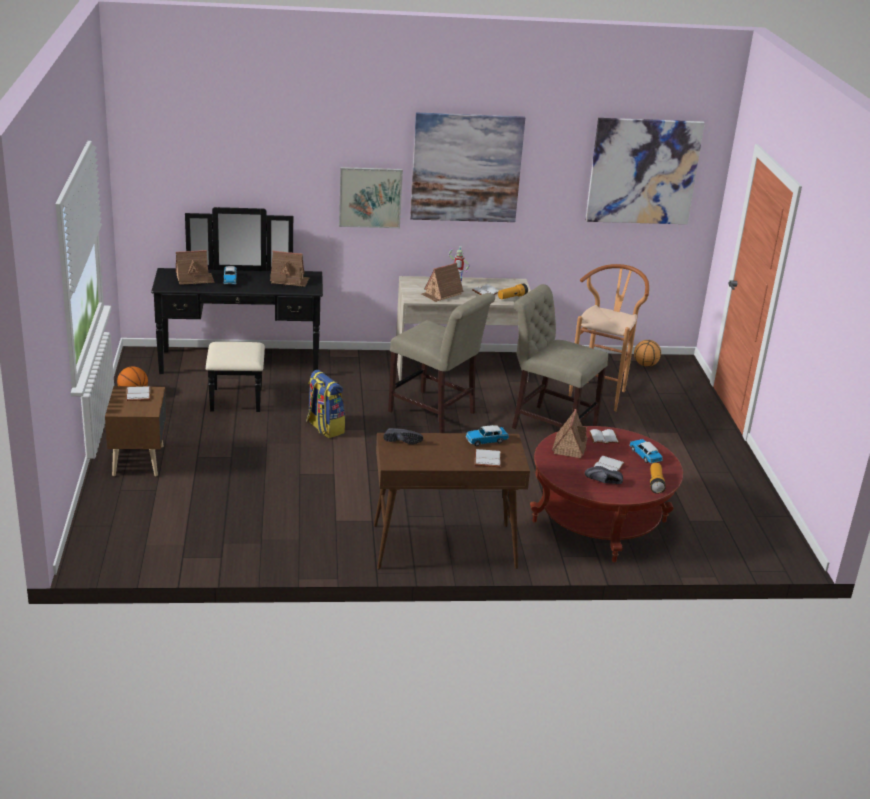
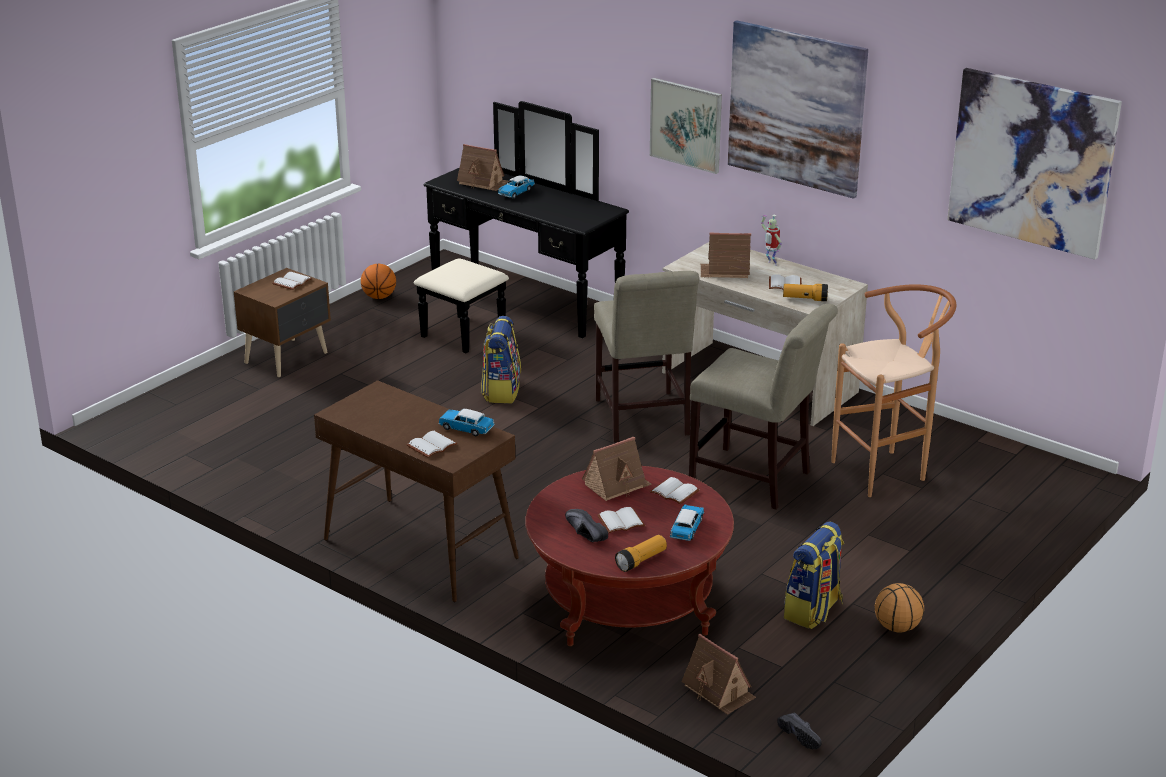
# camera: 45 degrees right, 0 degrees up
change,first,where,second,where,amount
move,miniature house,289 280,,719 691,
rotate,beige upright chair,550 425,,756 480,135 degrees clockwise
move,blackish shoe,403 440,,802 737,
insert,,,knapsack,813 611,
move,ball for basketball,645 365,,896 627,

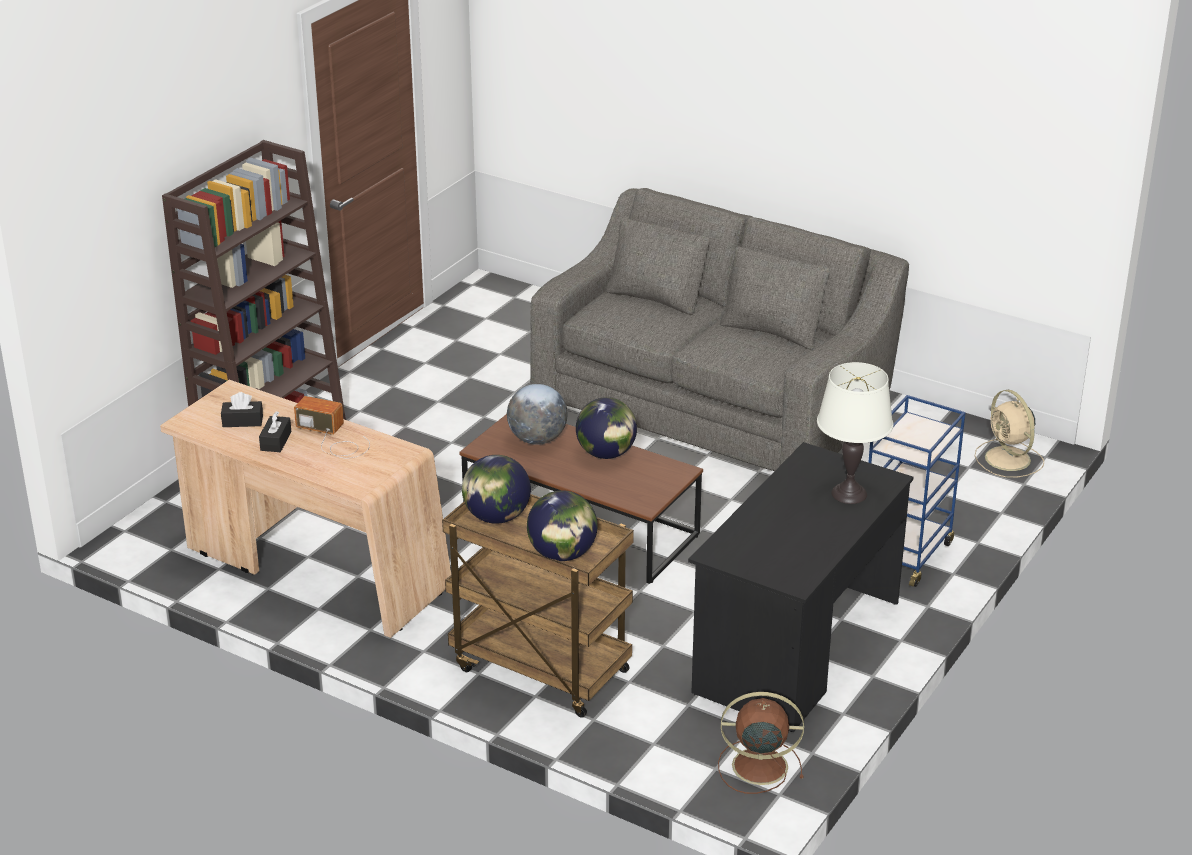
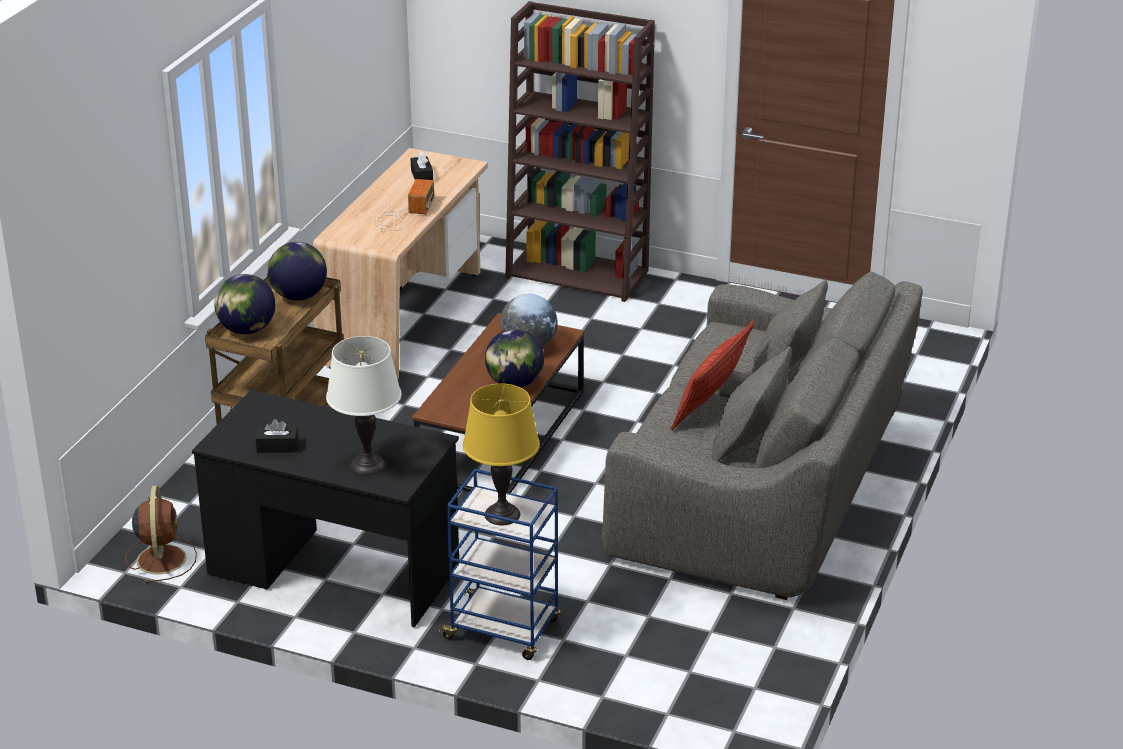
# camera: 80 degrees right, 0 degrees up
change,first,where,second,where,amount
move,blackish tissue holder,276 441,,277 446,
insert,,,yellow-coloured lamp for a table,502 515,
insert,,,cushion,710 403,
delete,beige cooling fan,1009 460,,,

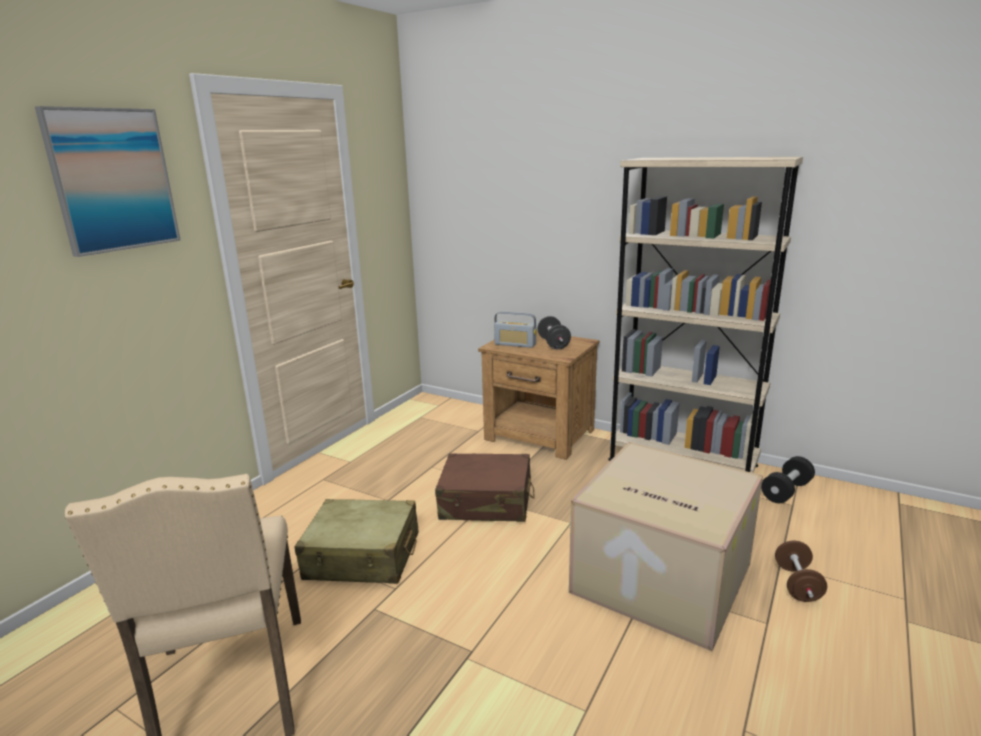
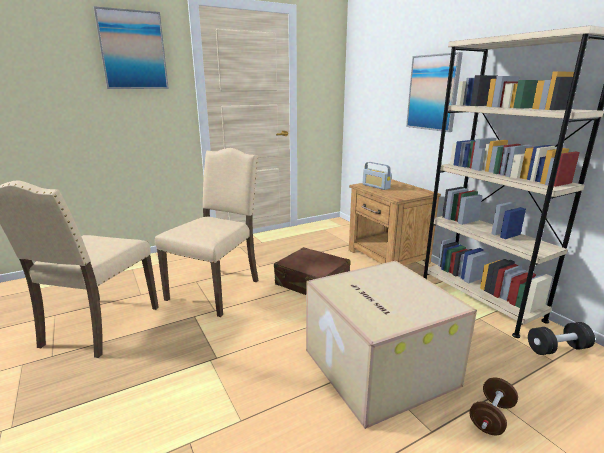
# camera: 30 degrees right, 0 degrees up
change,first,where,second,where,amount
replace,beige travel case,362 556,beige upright chair,217 289,
insert,,,wall picture,433 93,
delete,blackish dumbbell,553 344,,,

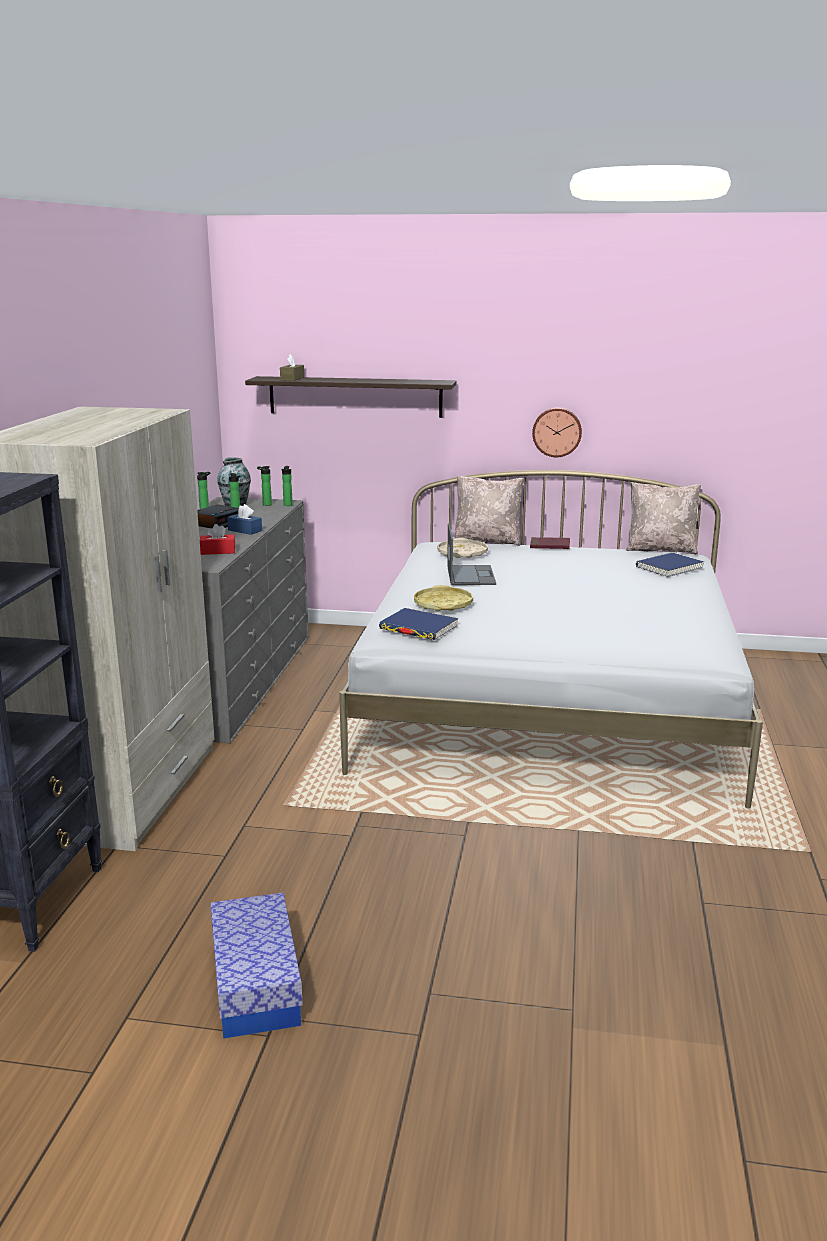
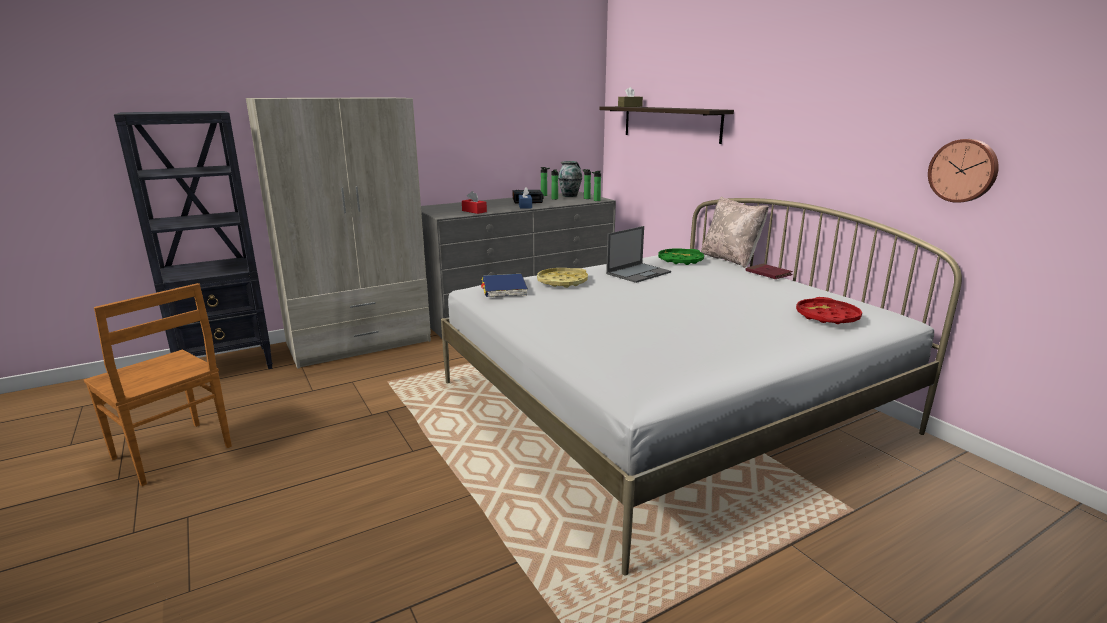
# camera: 50 degrees right, 0 degrees up
change,first,where,second,where,amount
replace,storage container,256 984,brown-coloured upright chair,173 454,
recolor,beige tray,462 553,green tray,680 260,
replace,blue-coloured bound book,669 568,red-coloured tray,827 316,
move,clock on the wall,557 432,,963 170,
delete,beige cushion,660 549,,,

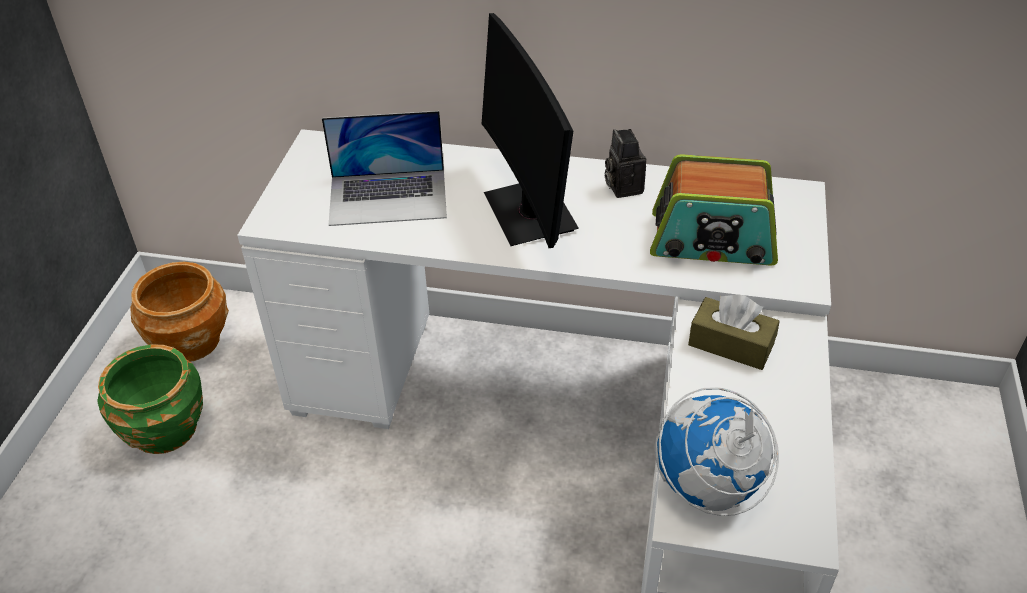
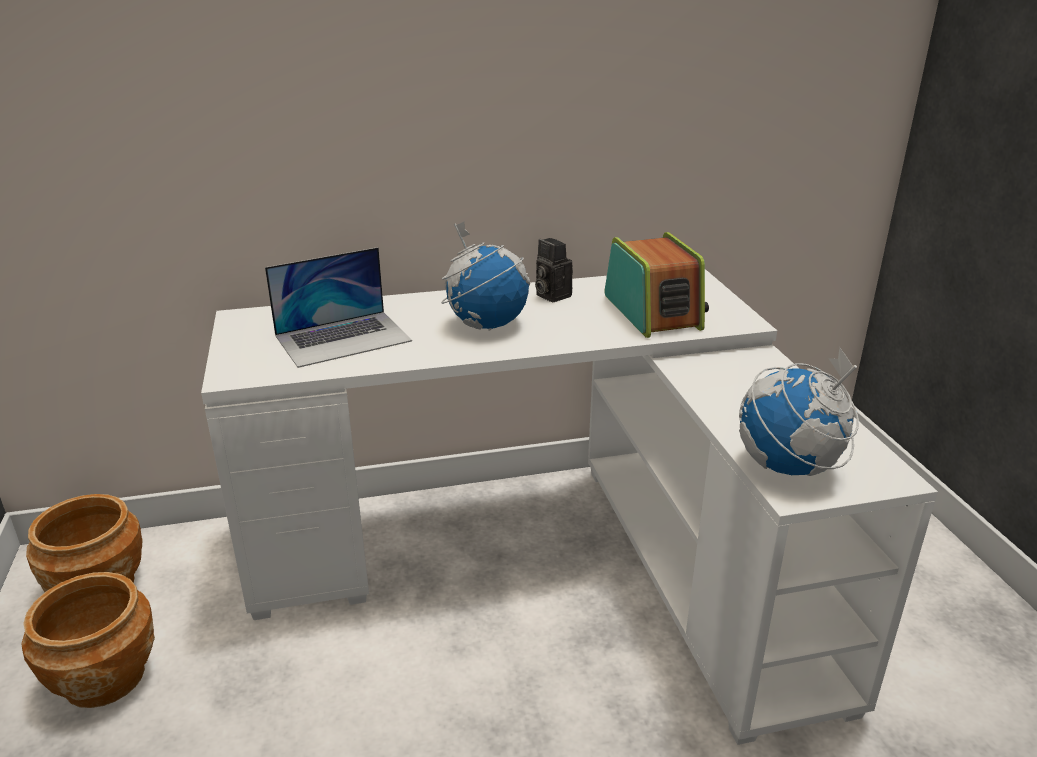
# camera: 25 degrees left, 15 degrees down
change,first,where,second,where,amount
recolor,green planter,164 428,brown-coloured planter,104 677,
replace,computer screen,530 213,world globe,486 324,
rotate,radio receiver,712 240,,653 312,90 degrees counterclockwise
delete,brown-coloured tissue holder,731 344,,,

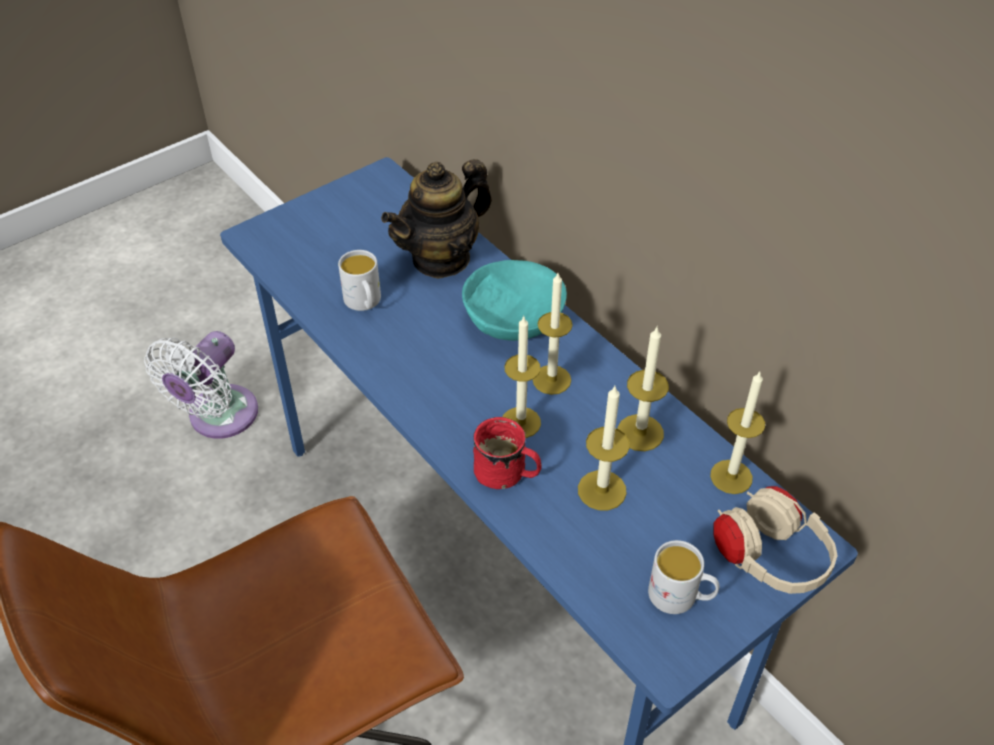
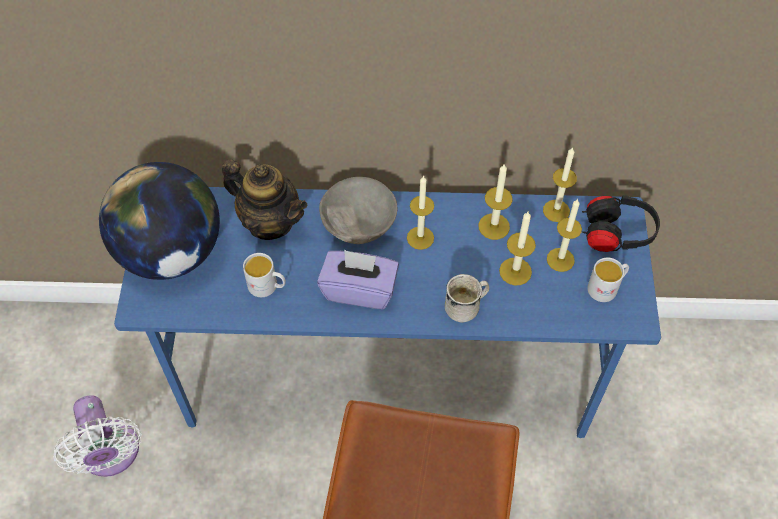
# camera: 50 degrees left, 10 degrees up
change,first,where,second,where,amount
insert,,,world globe,171 252,
rotate,teapot,441 258,,270 222,60 degrees counterclockwise
insert,,,purple-coloured tissue holder,359 289,
recolor,blue-green serving bowl,514 322,grey serving bowl,360 224,
recolor,red-coloured mug,507 475,white mug,467 306,
move,wax light,520 422,,560 259,
recolor,beige headset,769 559,blackish headset,616 235,

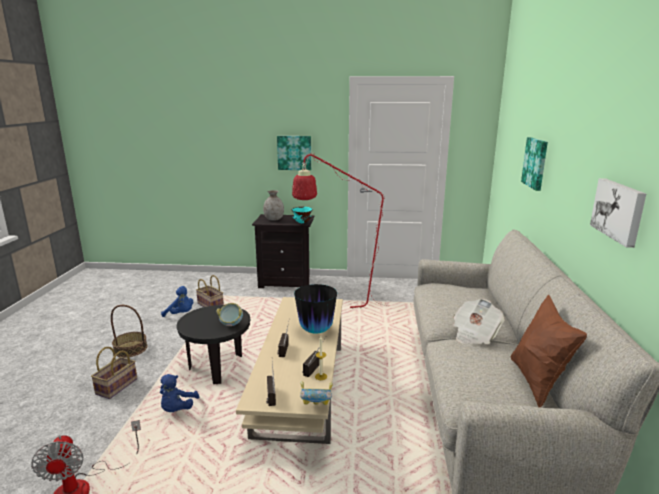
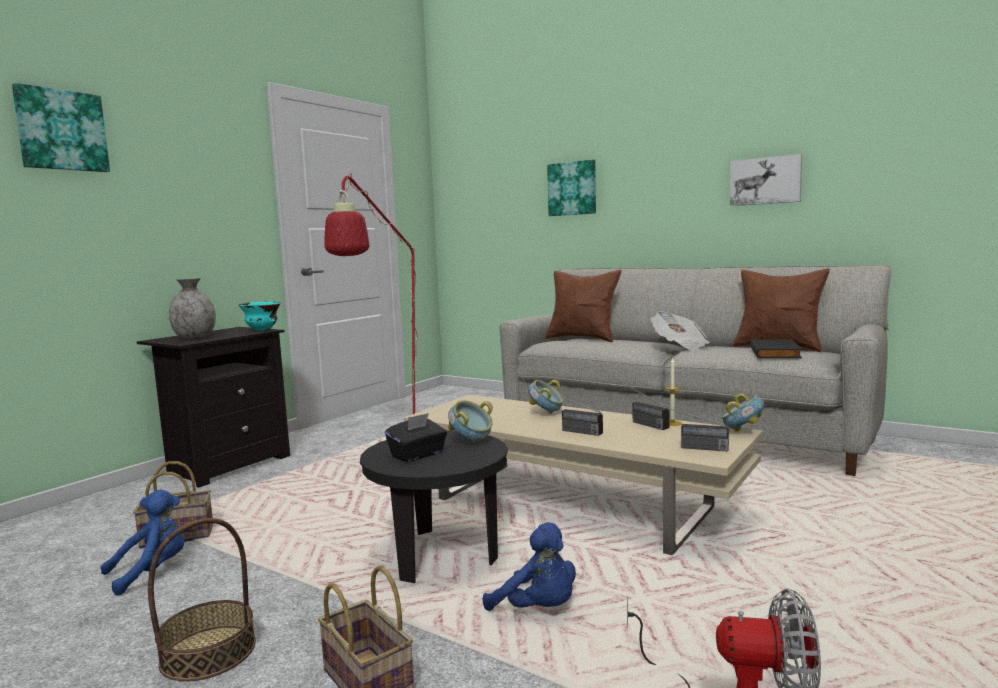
# camera: 60 degrees left, 10 degrees down
change,first,where,second,where,amount
move,wall picture,294 152,,61 130,
insert,,,blackish tissue holder,418 455,
replace,flower vase,316 331,serving bowl,546 413,
insert,,,brown-coloured cushion,583 339,
insert,,,blackish bound book,776 353,

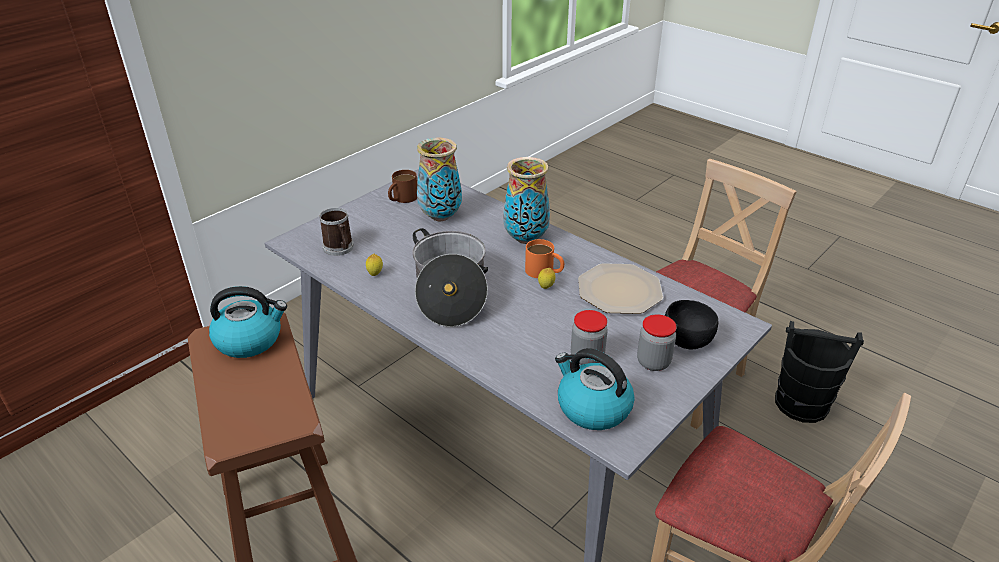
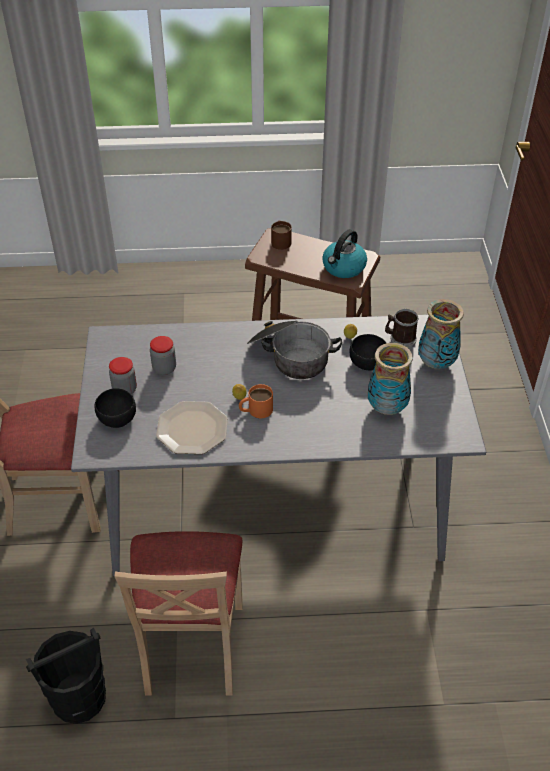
# camera: 135 degrees right, 10 degrees up
change,first,where,second,where,amount
move,brown-coloured mug,402 198,,280 240,
insert,,,blackish serving bowl,368 363,
move,flower vase,526 238,,436 364,
delete,kettle,592 407,,,

